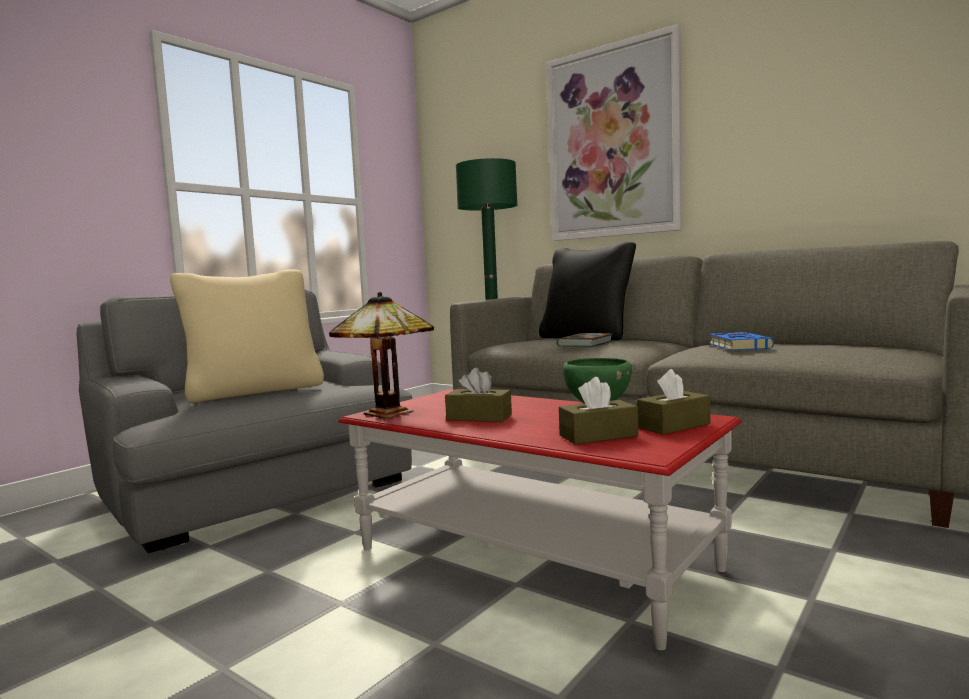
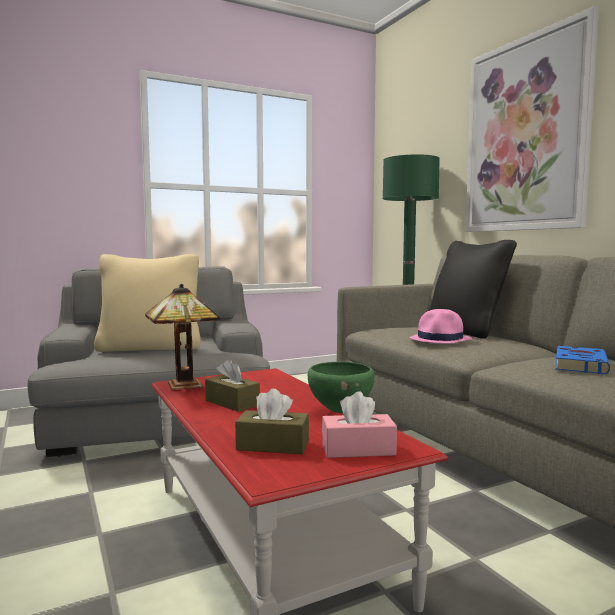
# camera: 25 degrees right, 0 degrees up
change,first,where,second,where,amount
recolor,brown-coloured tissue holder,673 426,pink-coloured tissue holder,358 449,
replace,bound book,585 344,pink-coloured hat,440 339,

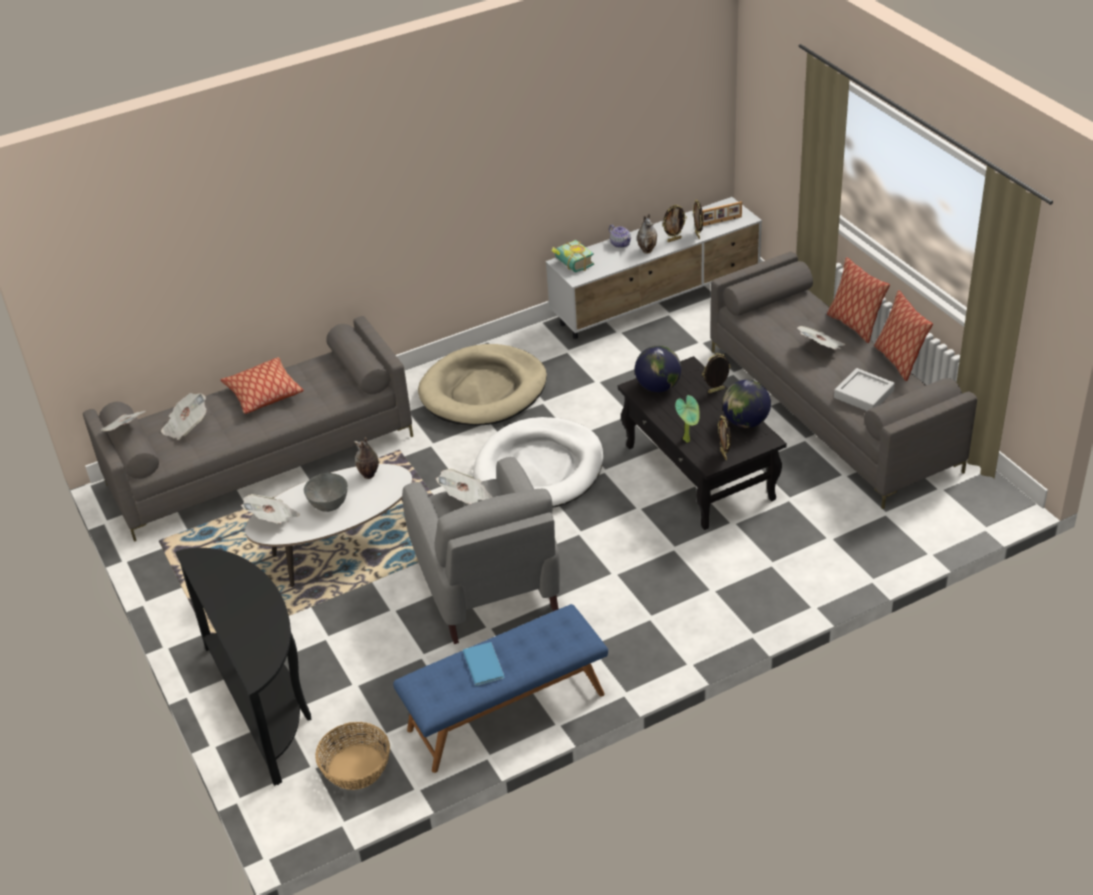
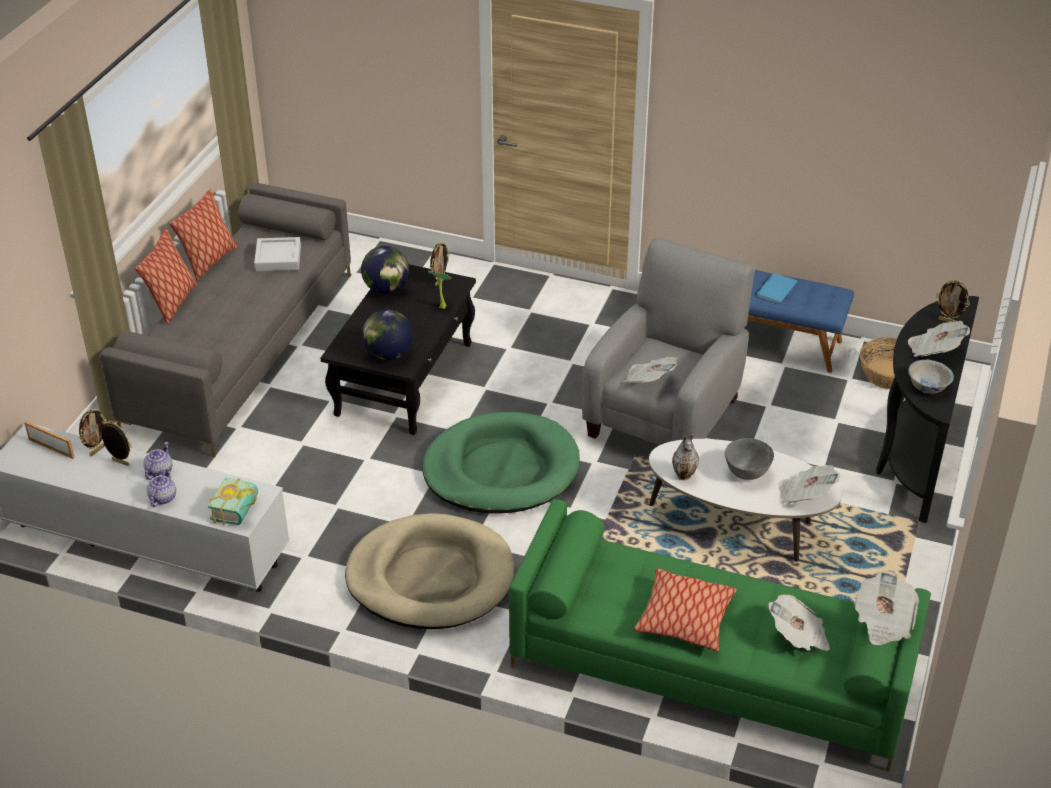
# camera: 135 degrees left, 0 degrees up
change,first,where,second,where,amount
replace,flower vase,647 250,teapot,159 471,
recolor,white dog cushion,539 469,green dog cushion,501 469,
recolor,grey couch,261 459,green couch,708 671,
move,printed paper,821 348,,934 350,
insert,,,white serving bowl,927 386,
move,standing frame,716 391,,948 321,

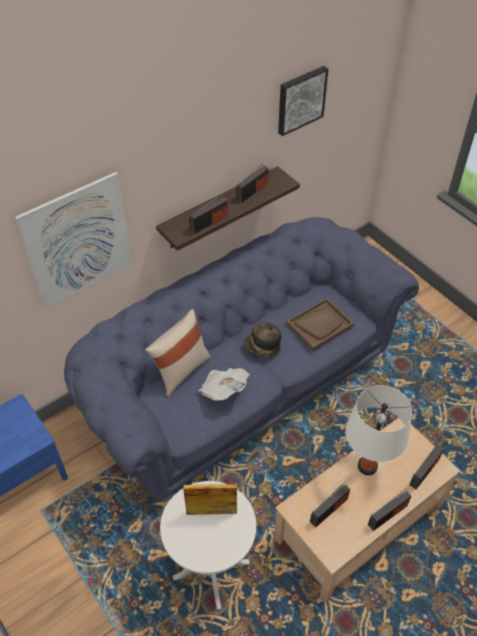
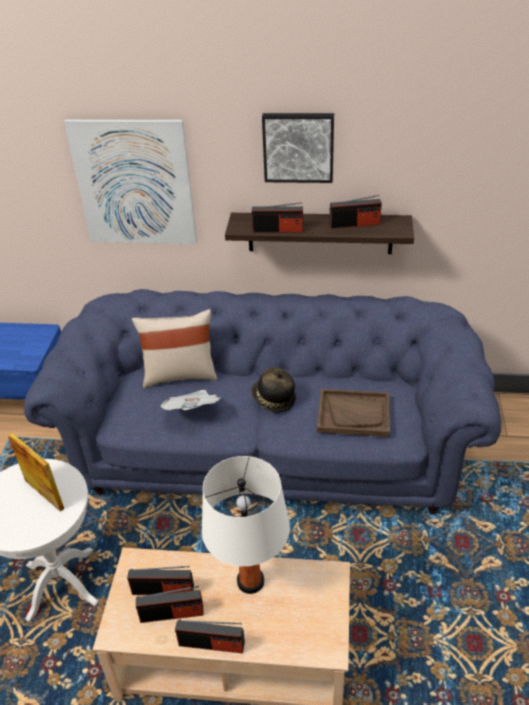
# camera: 45 degrees right, 10 degrees down
change,first,where,second,where,amount
move,radio receiver,424 472,,172 614,
move,wall picture,300 99,,298 147,

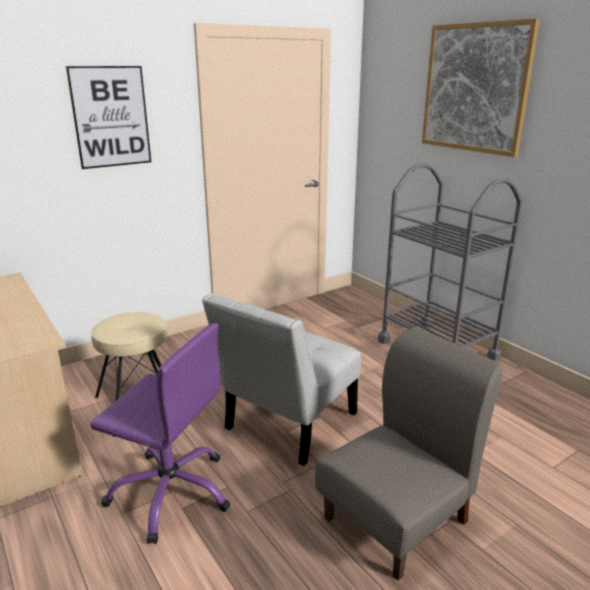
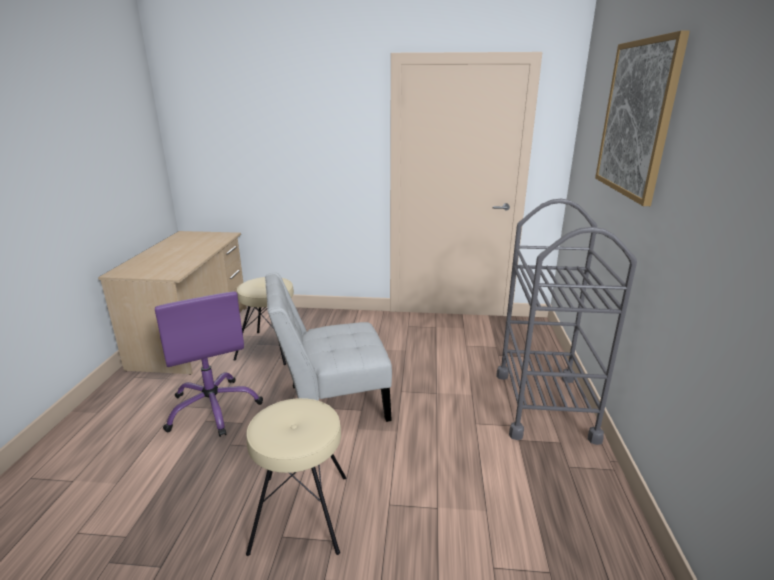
# camera: 40 degrees right, 0 degrees up
change,first,where,second,where,amount
replace,grey upright chair,397 519,beige stool seat,302 512,
delete,wall picture,111 117,,,

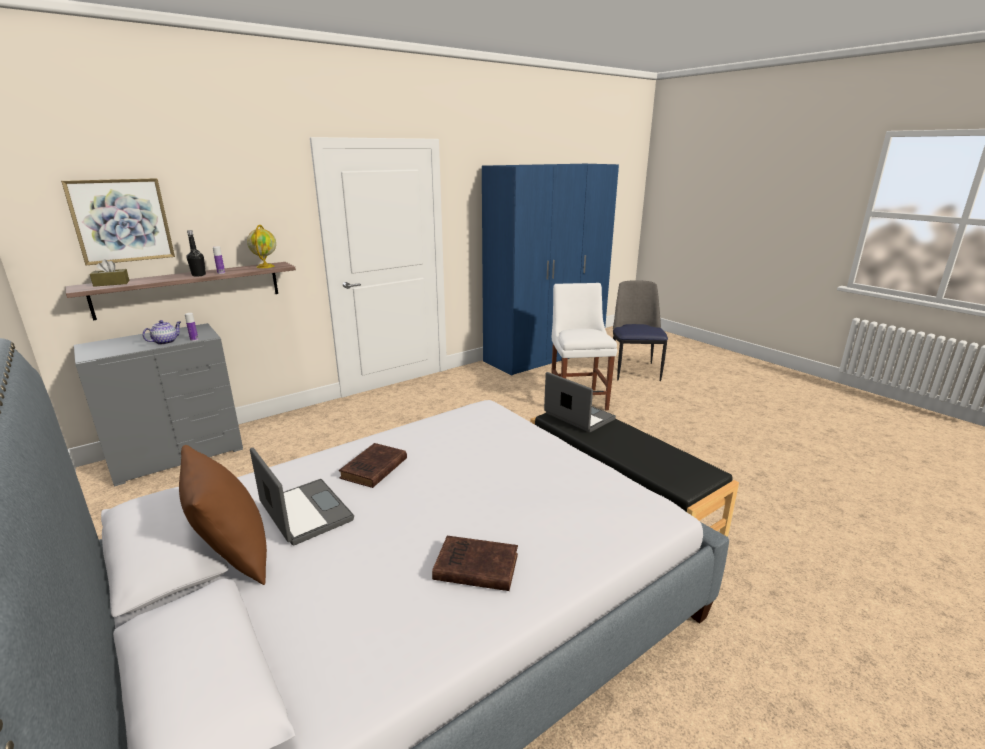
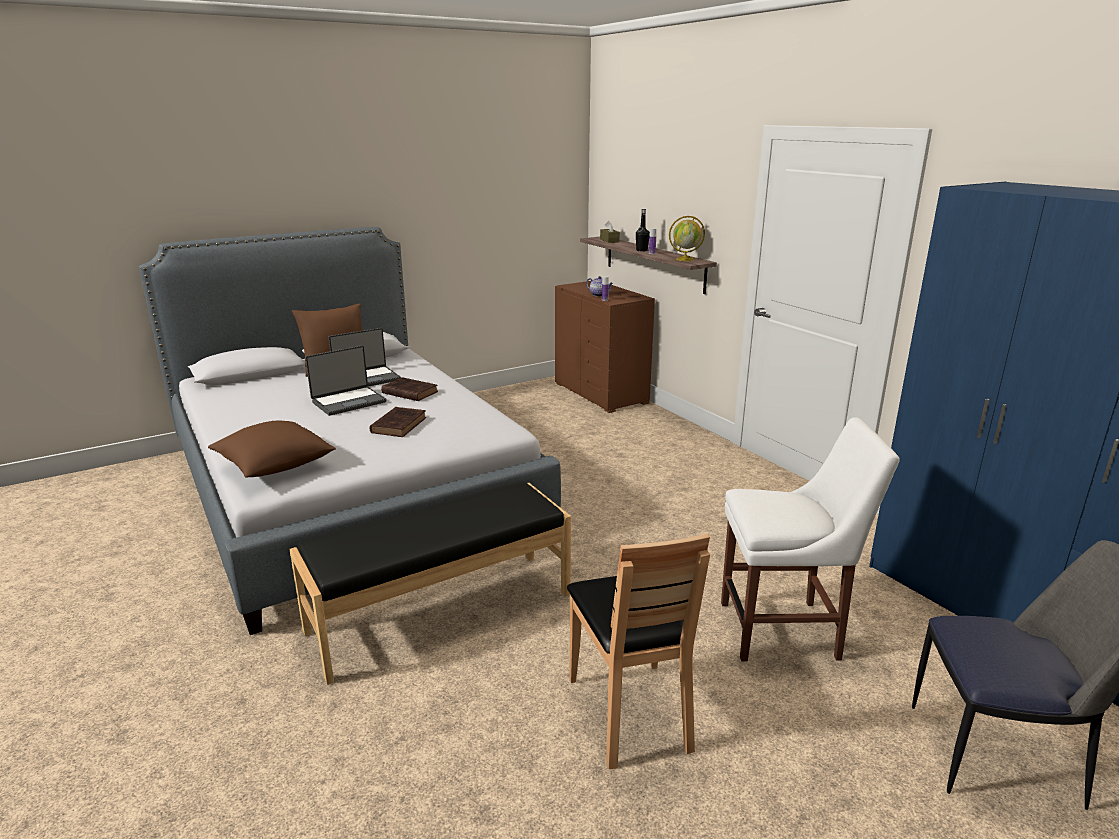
# camera: 95 degrees right, 0 degrees up
change,first,where,second,where,amount
insert,,,brown-coloured cushion,275 466,
move,portable computer,578 417,,348 402,
move,brown-coloured bound book,474 567,,399 425,
recolor,grey chest of drawers,177 454,brown-coloured chest of drawers,601 393,
insert,,,brown-coloured upright chair,630 711,
delete,wall picture,121 221,,,

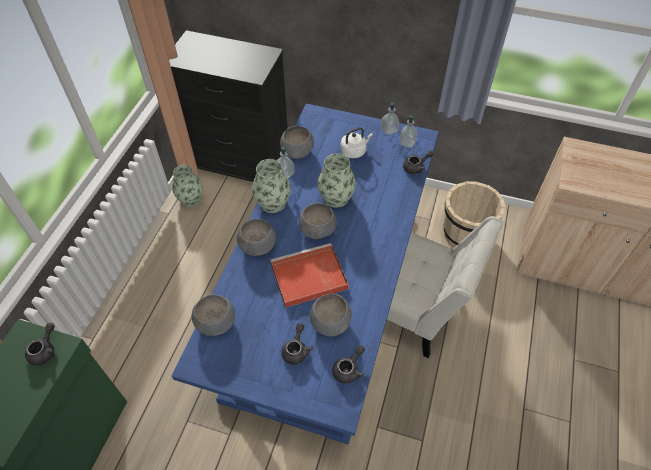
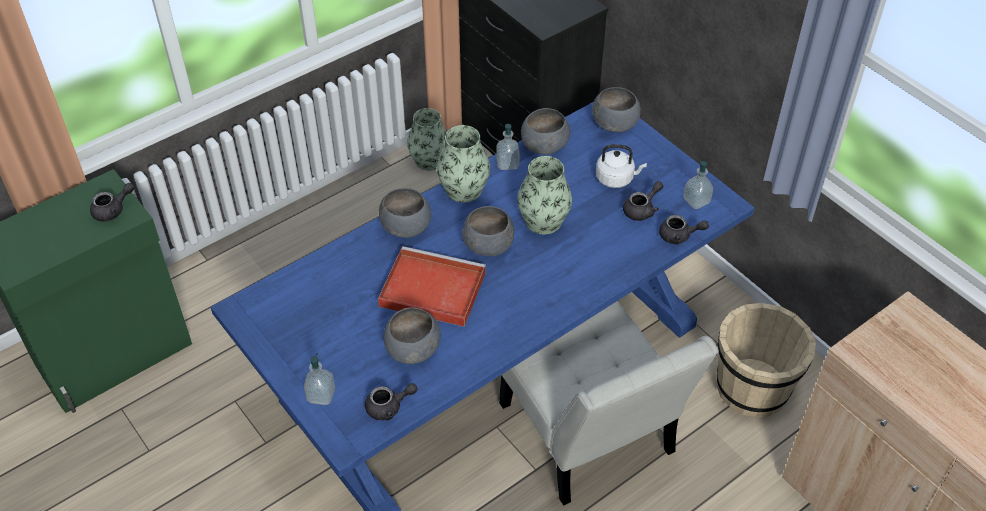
# camera: 35 degrees right, 5 degrees down
change,first,where,second,where,amount
move,soap dispenser,389 130,,321 395,
move,grey serving bowl,217 322,,615 124,
move,grey teapot,296 349,,642 209,

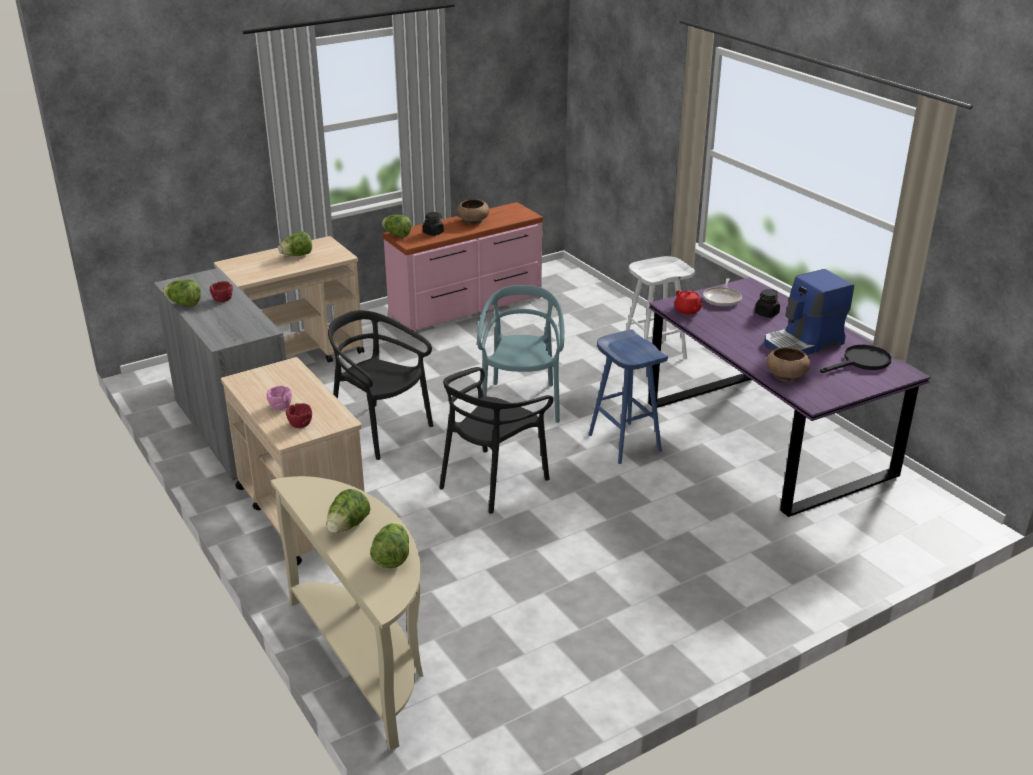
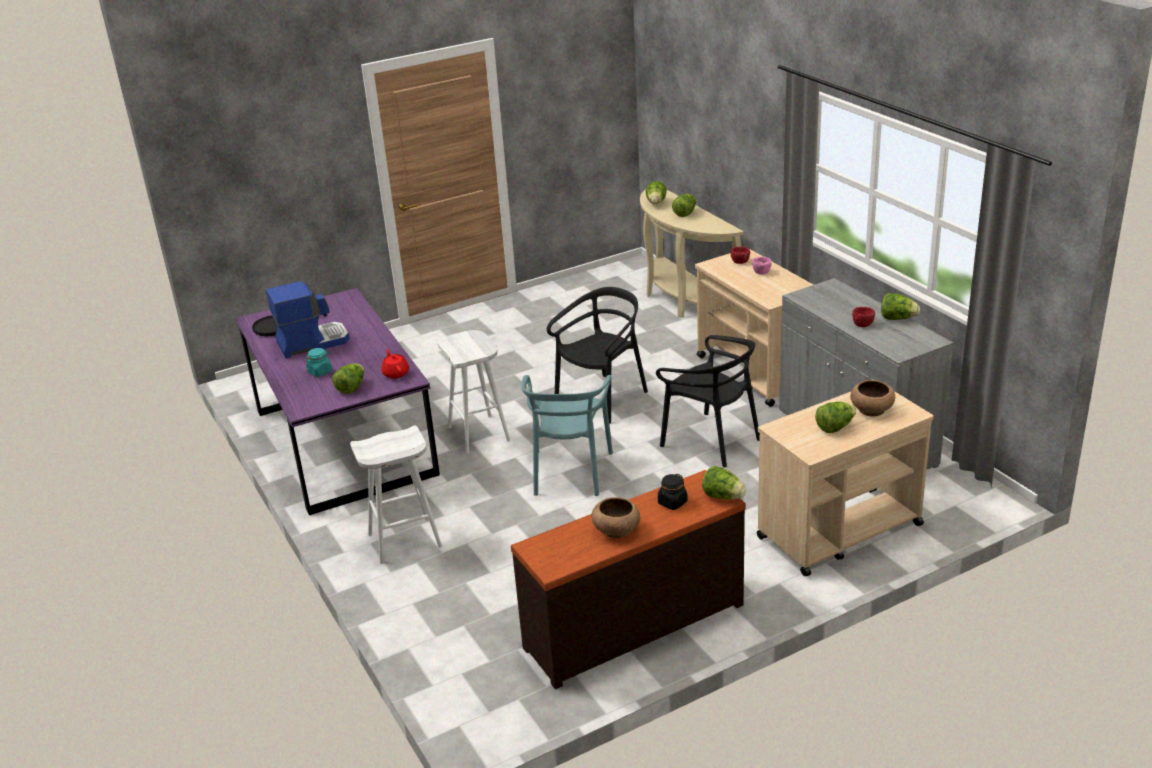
# camera: 175 degrees left, 0 degrees up
change,first,where,second,where,amount
recolor,blackish jar,766 313,blue-green jar,320 372,
replace,frying pan,722 299,head of lettuce,351 388,
recolor,blue-coloured stool seat,623 442,white stool seat,479 434,
recolor,pink-coloured chest of drawers,467 307,brown-coloured chest of drawers,633 624,
move,brown-coloured serving bowl,785 376,,872 410,

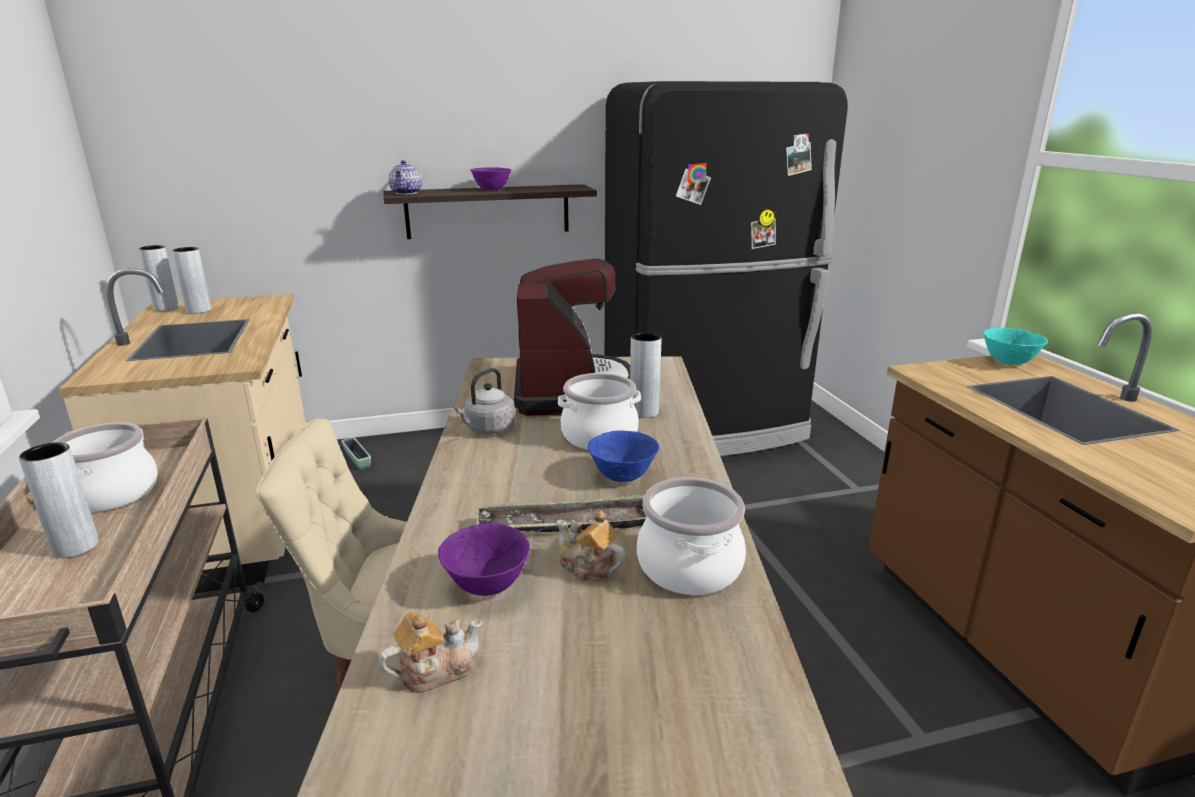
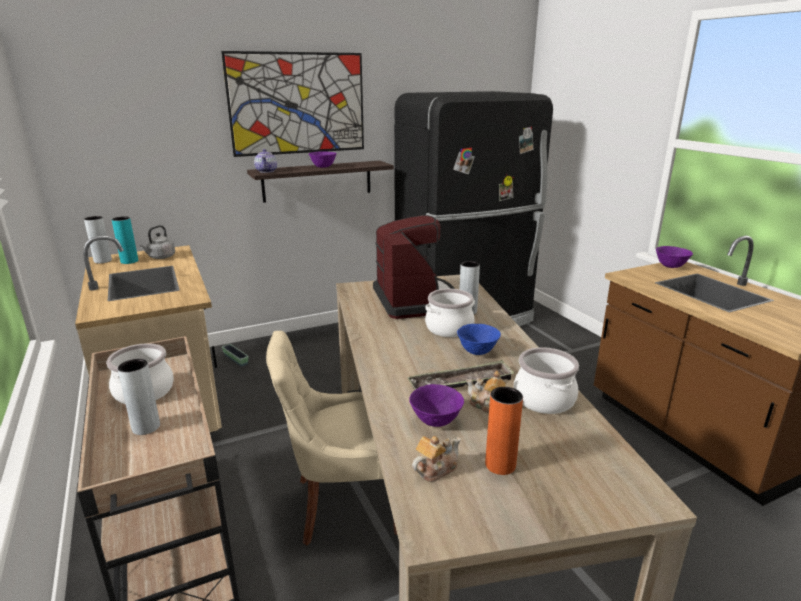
# camera: 10 degrees left, 0 degrees up
change,first,where,second,where,amount
recolor,grey flower vase,199 310,blue-green flower vase,129 261,
move,grey kettle,488 429,,160 257,
insert,,,wall picture,298 104,
insert,,,orange-coloured flower vase,500 465,
recolor,blue-green serving bowl,1009 363,purple-coloured serving bowl,671 266,

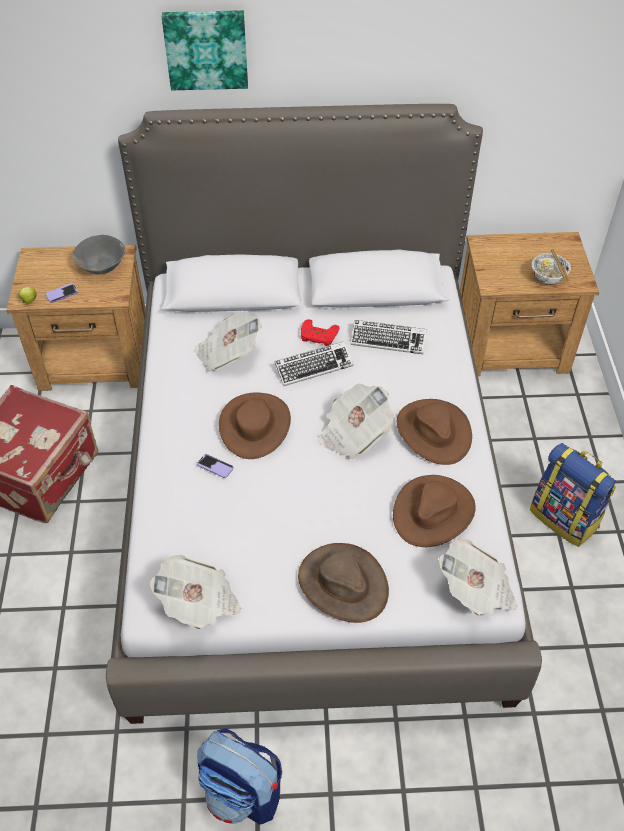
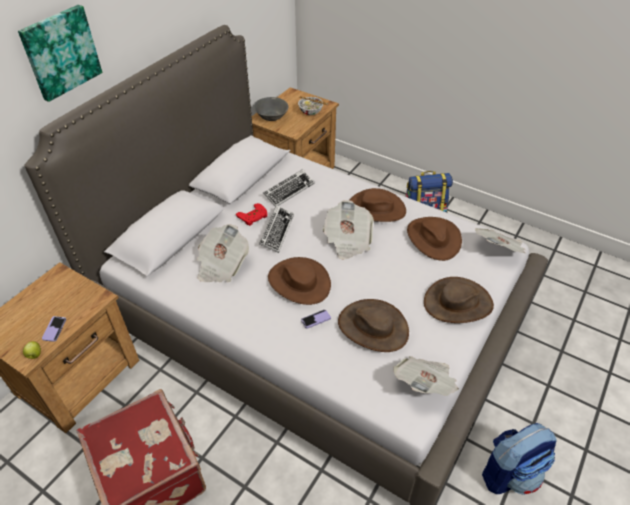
# camera: 55 degrees left, 5 degrees down
change,first,where,second,where,amount
move,grey serving bowl,101 265,,271 117,
insert,,,brown-coloured hat,373 327,

